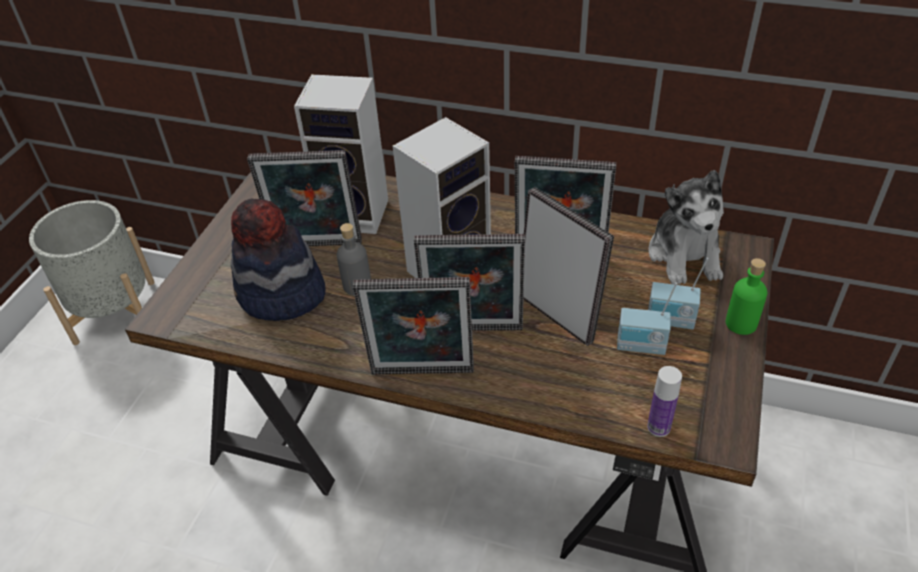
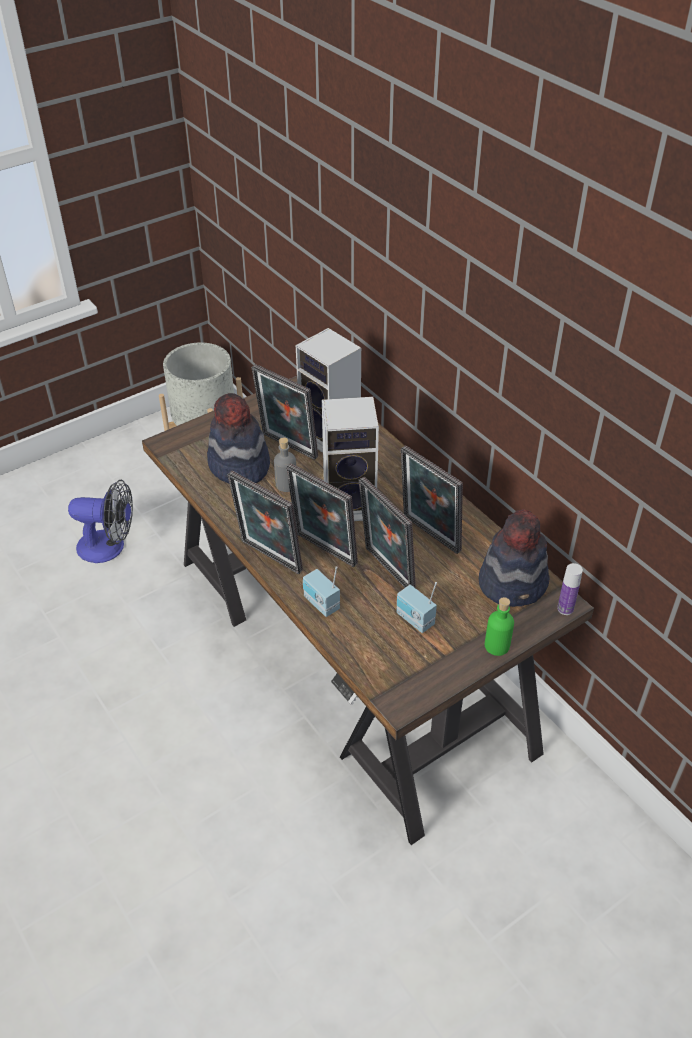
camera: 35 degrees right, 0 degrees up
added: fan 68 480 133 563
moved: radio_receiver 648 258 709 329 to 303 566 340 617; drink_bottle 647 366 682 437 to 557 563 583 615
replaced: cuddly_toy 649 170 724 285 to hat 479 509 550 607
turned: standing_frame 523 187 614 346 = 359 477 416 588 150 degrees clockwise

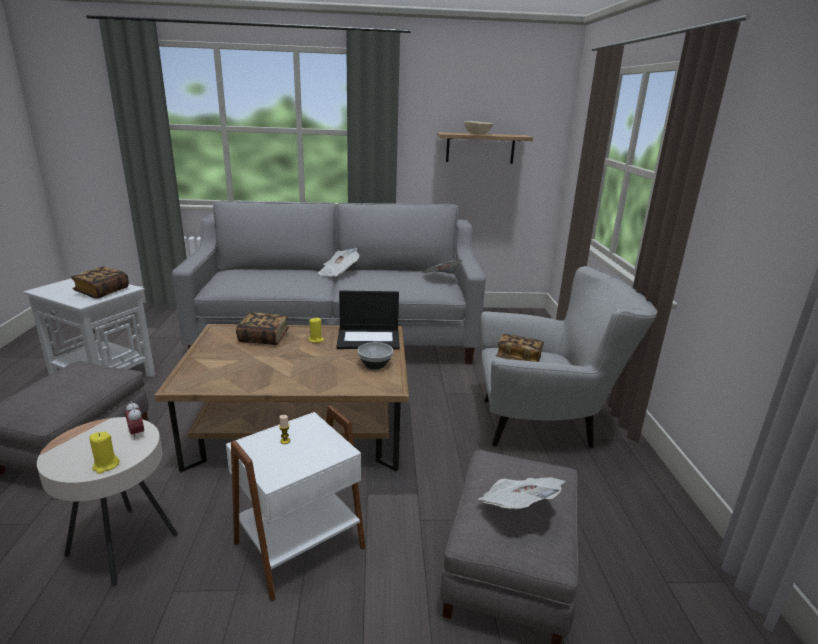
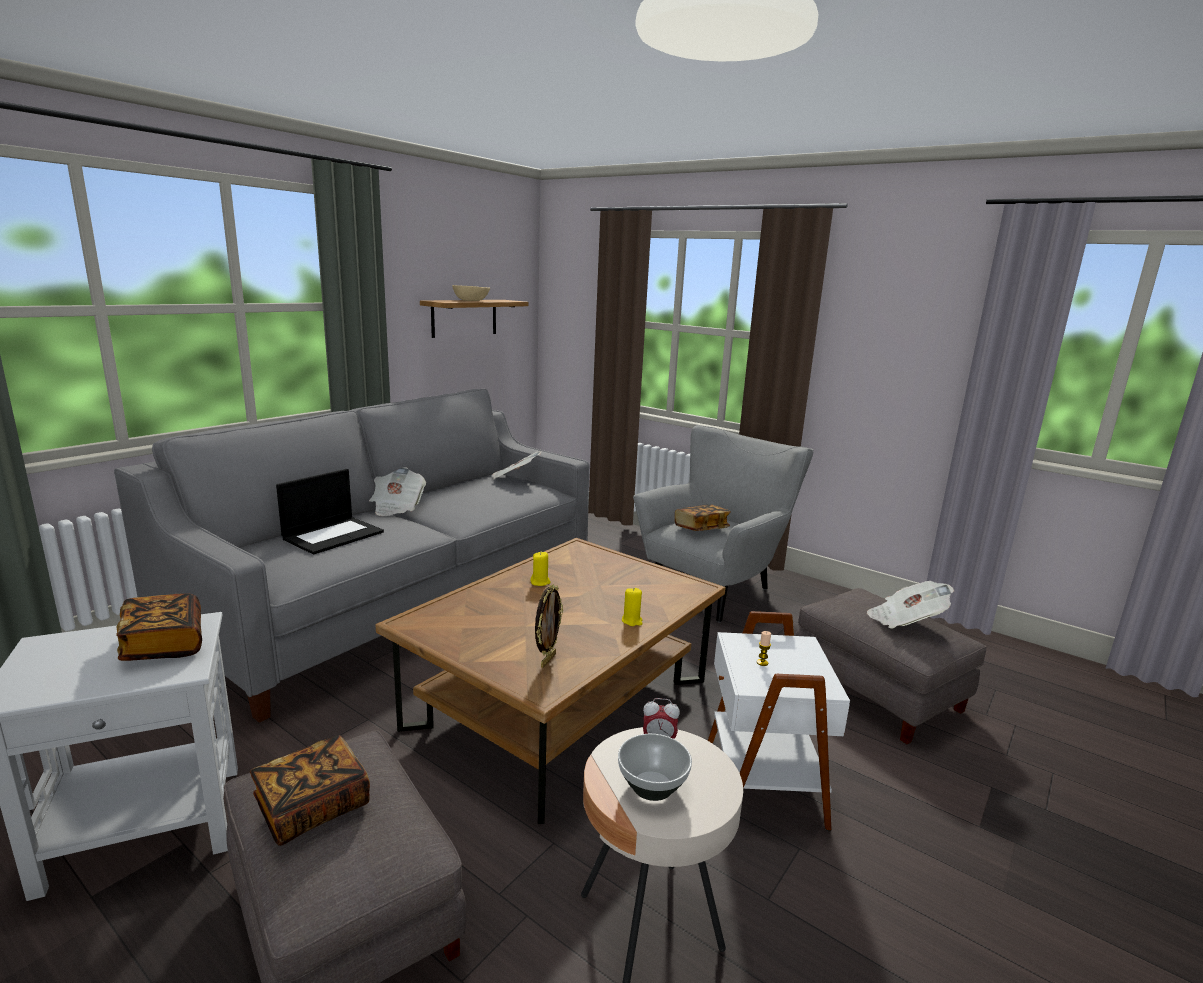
camera: 50 degrees left, 5 degrees down
added: standing_frame 535 584 563 668
moved: book 236 312 289 345 to 250 735 370 846; portable_computer 336 290 400 350 to 276 469 384 555; bowl 357 342 393 370 to 618 734 692 801; yellow-coloured_wax_candle 89 432 120 474 to 622 588 642 626

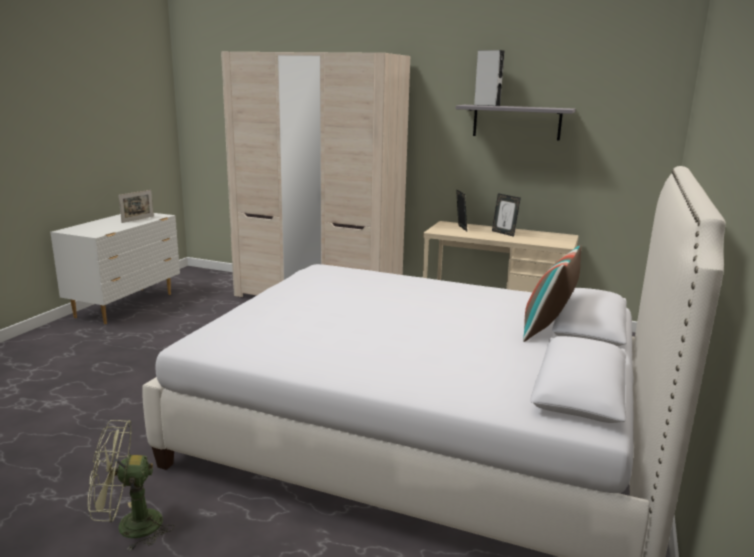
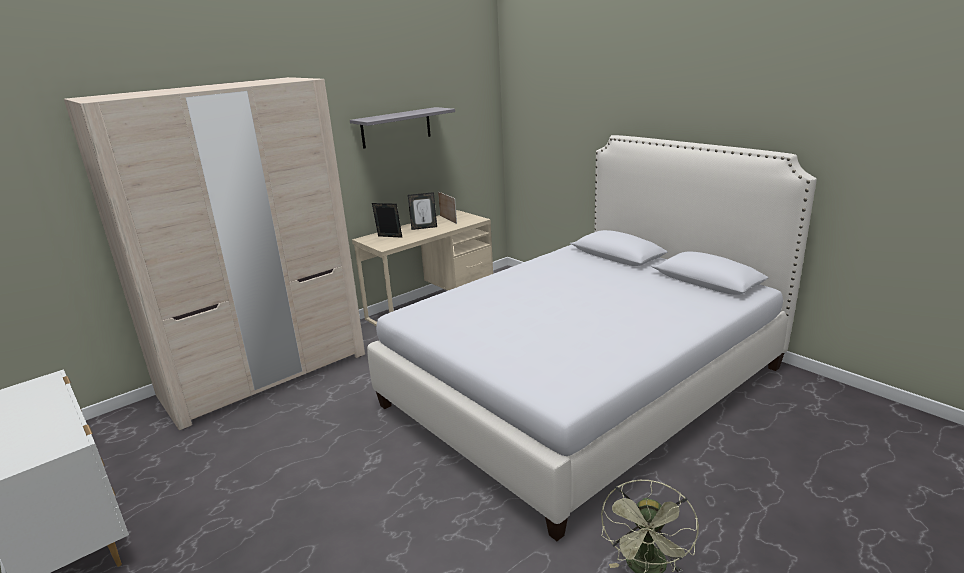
camera: 60 degrees left, 5 degrees up
removed: greyish_speaker 474 50 504 106; throw_pillow 523 245 582 342
moved: standing_frame 119 190 154 223 to 438 191 457 224

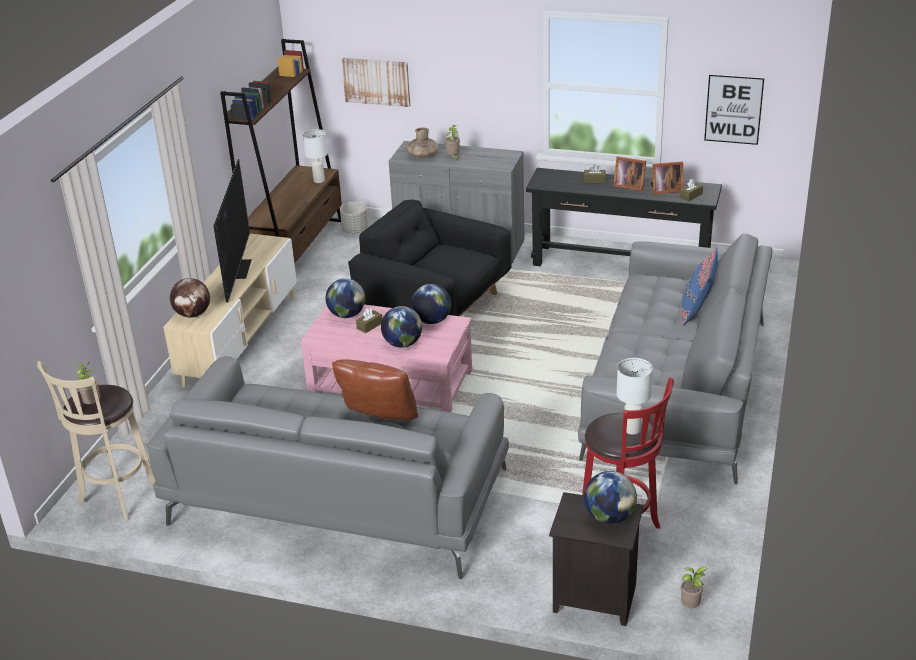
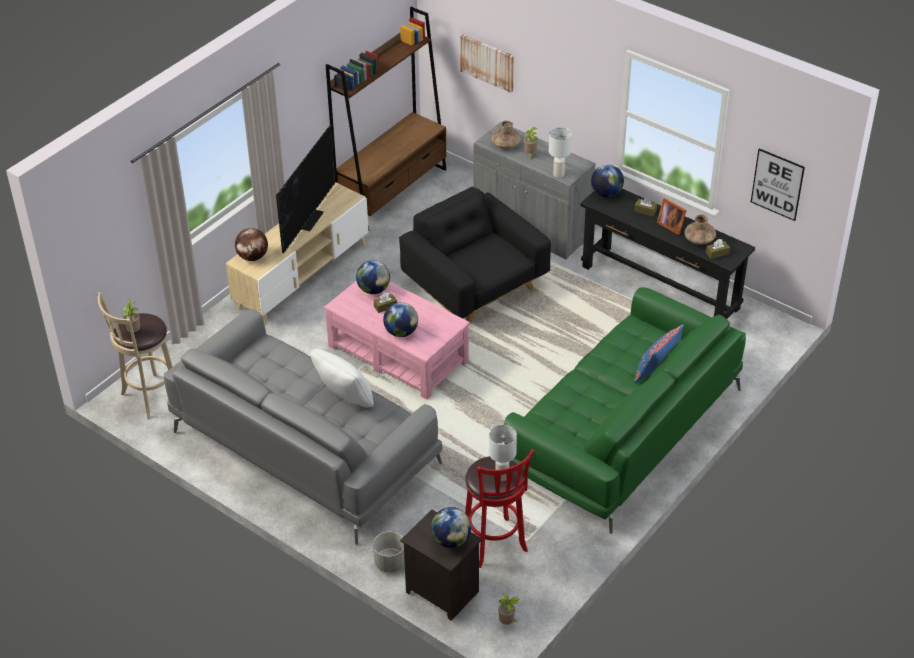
camera: 20 degrees right, 10 degrees up
moved: greyish_flower_pot 340 202 368 233 to 373 532 405 573; white-coloured_table_lamp 302 129 328 183 to 549 127 572 178; world_globe 411 284 451 324 to 591 164 624 197
replaced: standing_frame 651 161 683 194 to brown_vase 684 214 716 245
recoloured: brown_throw_pillow 332 360 418 420 to white-coloured_throw_pillow 311 349 373 408; greyish_settee 578 233 772 484 to green-coloured_settee 504 287 746 534

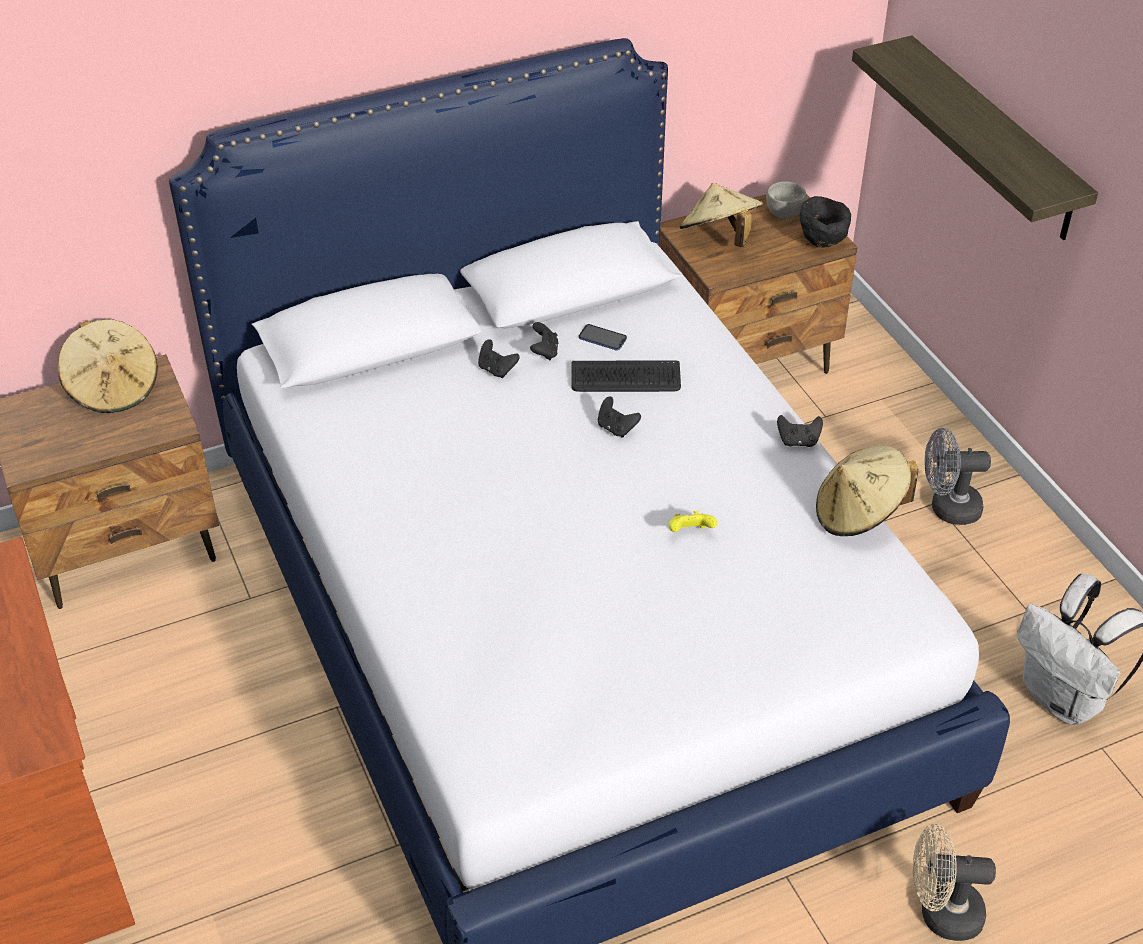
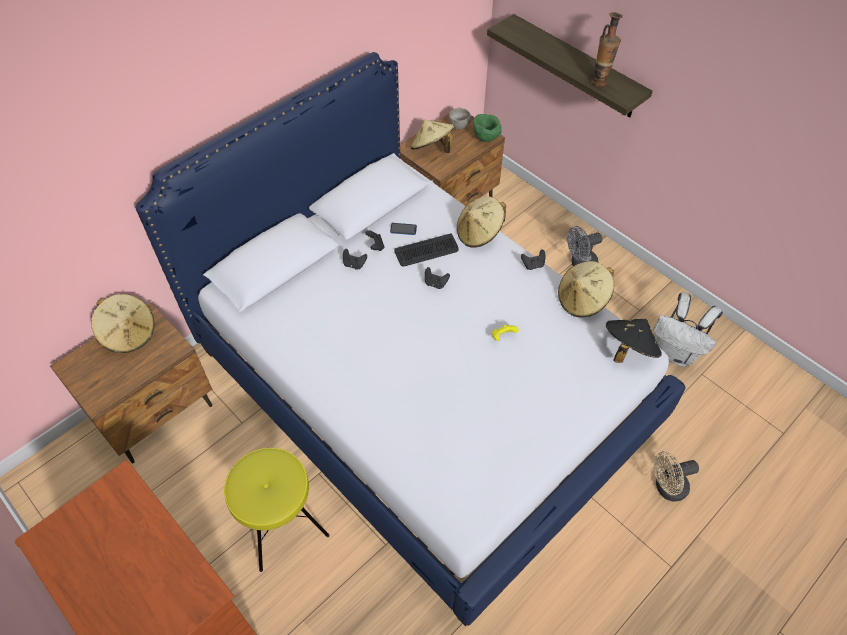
camera: 20 degrees left, 10 degrees up
added: yellow-coloured_stool 224 448 330 572; beige_hat 457 196 506 248; vase 592 12 623 86; black-coloured_hat 606 319 662 363
recoloured: black-coloured_bowl 800 196 851 248 to green-coloured_bowl 473 114 501 142

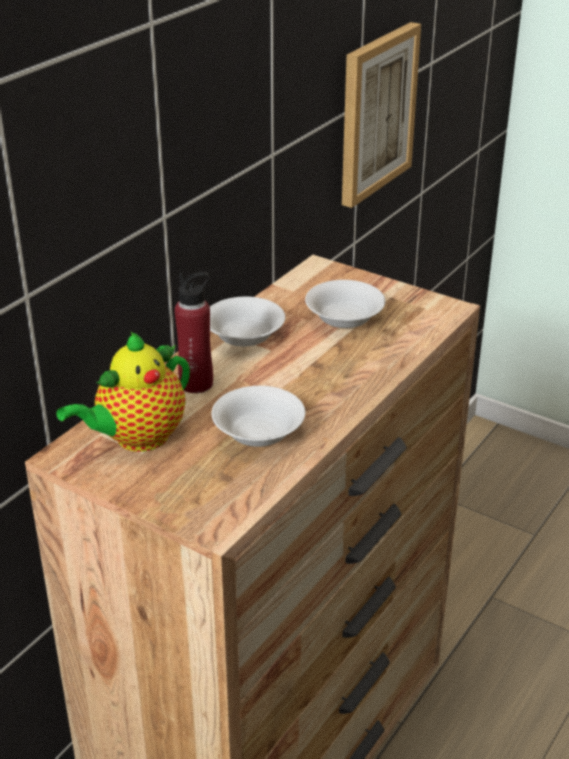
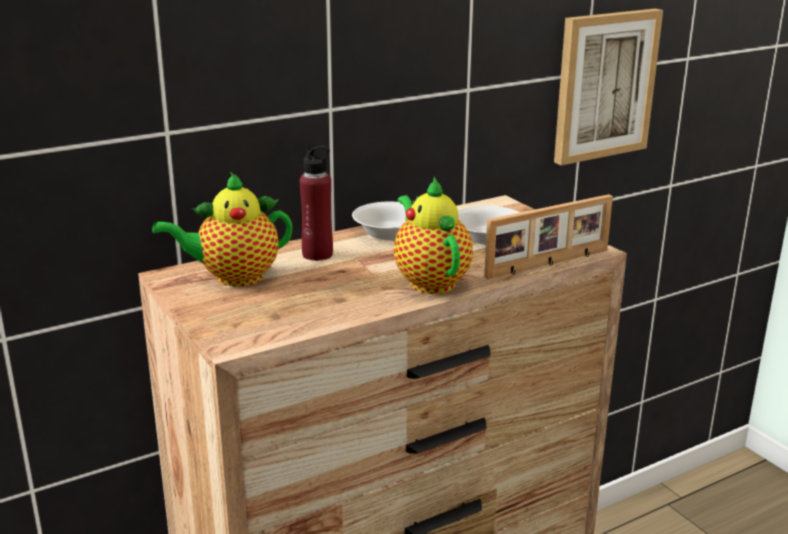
camera: 25 degrees right, 10 degrees down
removed: white-coloured_bowl 212 386 305 447
added: teapot 394 177 473 294; standing_frame 484 194 613 279

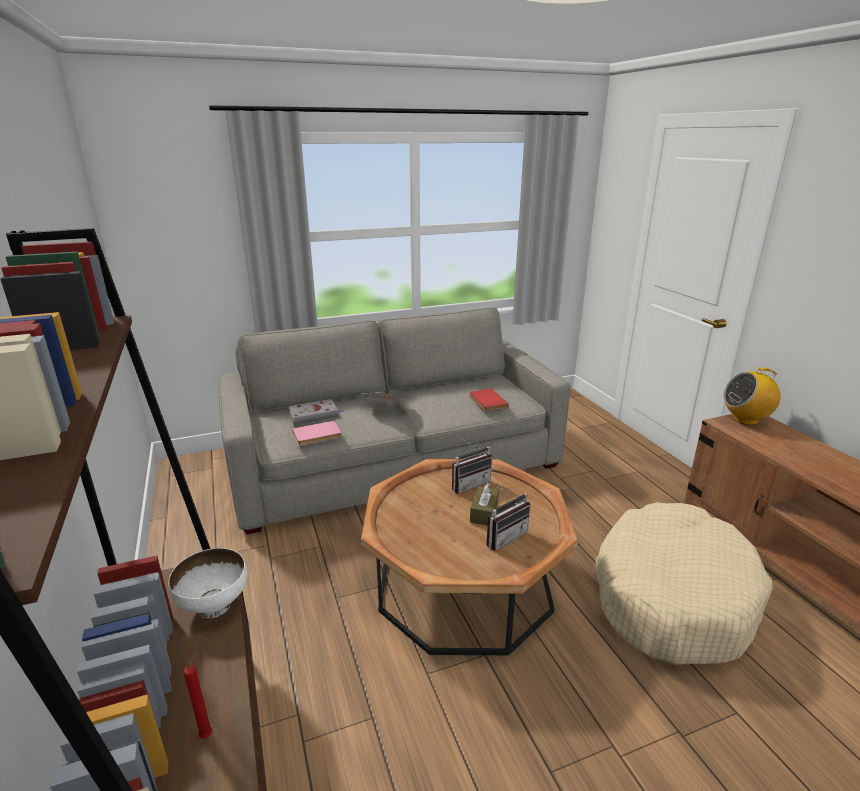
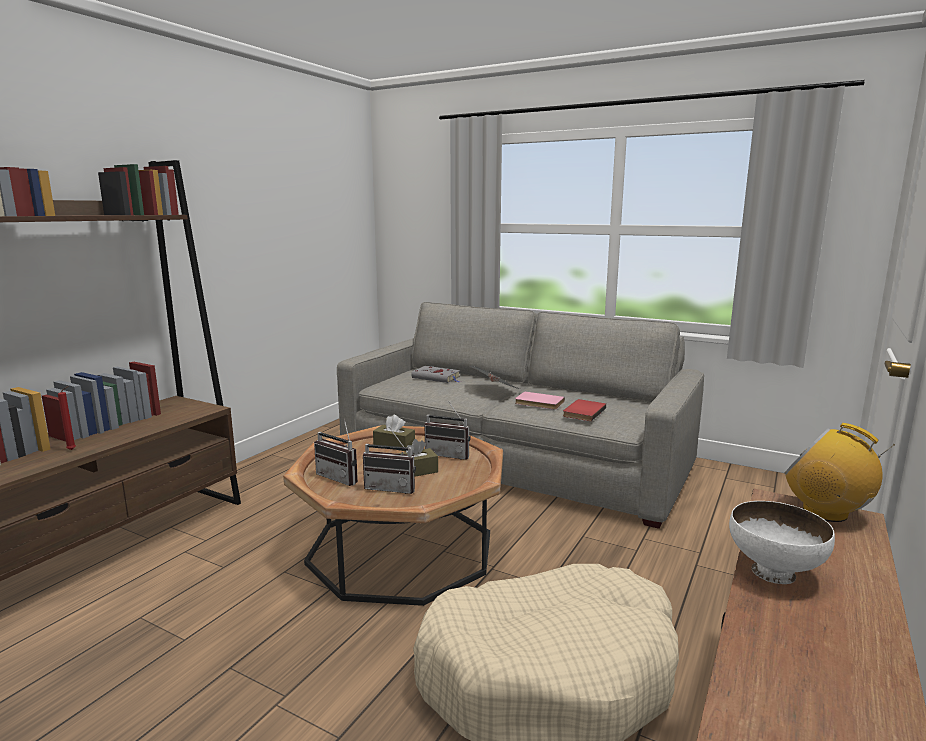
camera: 50 degrees right, 10 degrees down
added: radio_receiver 314 419 358 486; brown_box_of_tissues 373 415 415 451
moved: pinkish_book 292 421 342 446 to 515 391 565 410; white-coloured_bowl 168 548 247 618 to 729 501 835 584

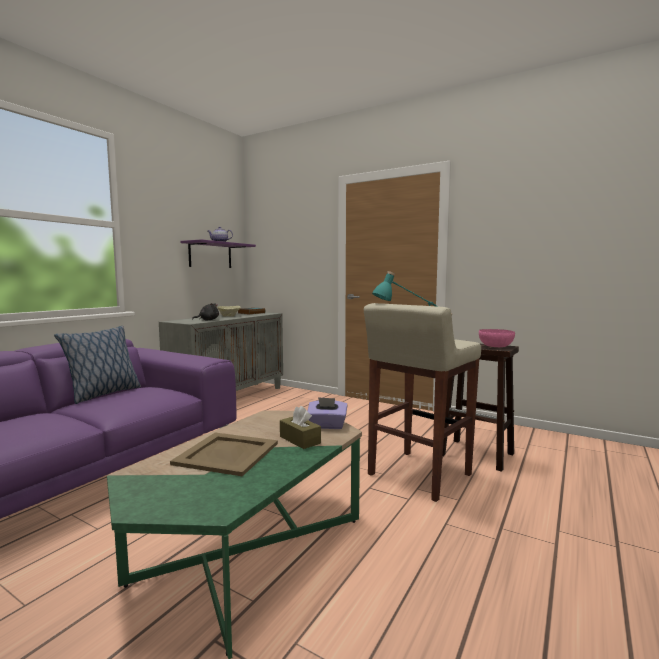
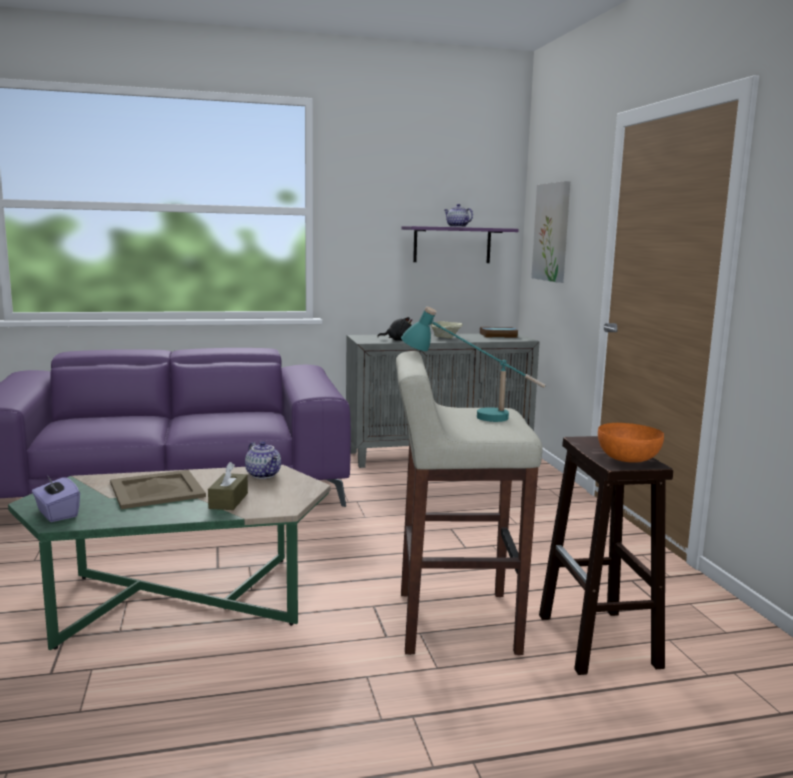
camera: 45 degrees right, 5 degrees up
removed: throw_pillow 54 326 141 404
added: teapot 245 441 281 479; wall_picture 531 181 570 283
moved: purple-coloured_box_of_tissues 307 397 347 429 to 32 475 80 522
recoloured: pinkish_bowl 479 329 515 347 to orange_bowl 598 423 664 463

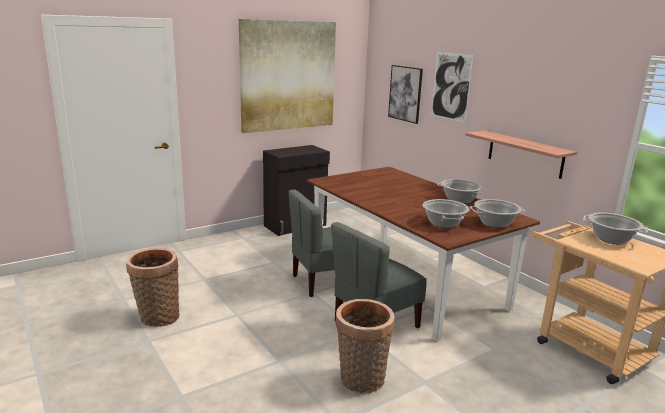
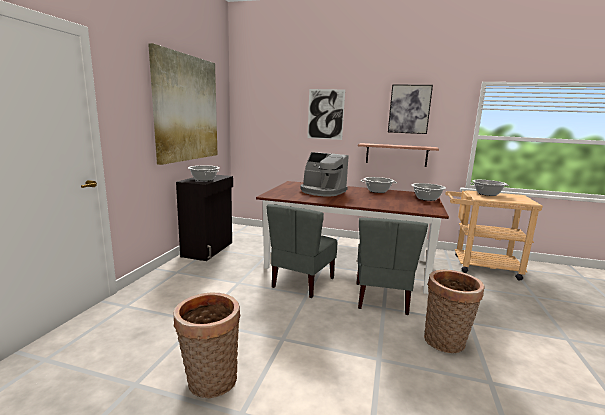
camera: 40 degrees left, 5 degrees down
added: coffee_brewer 301 152 349 197
moved: cooking_pot 422 199 470 228 to 188 166 220 181; wall_picture 388 65 423 124 to 388 84 433 134

